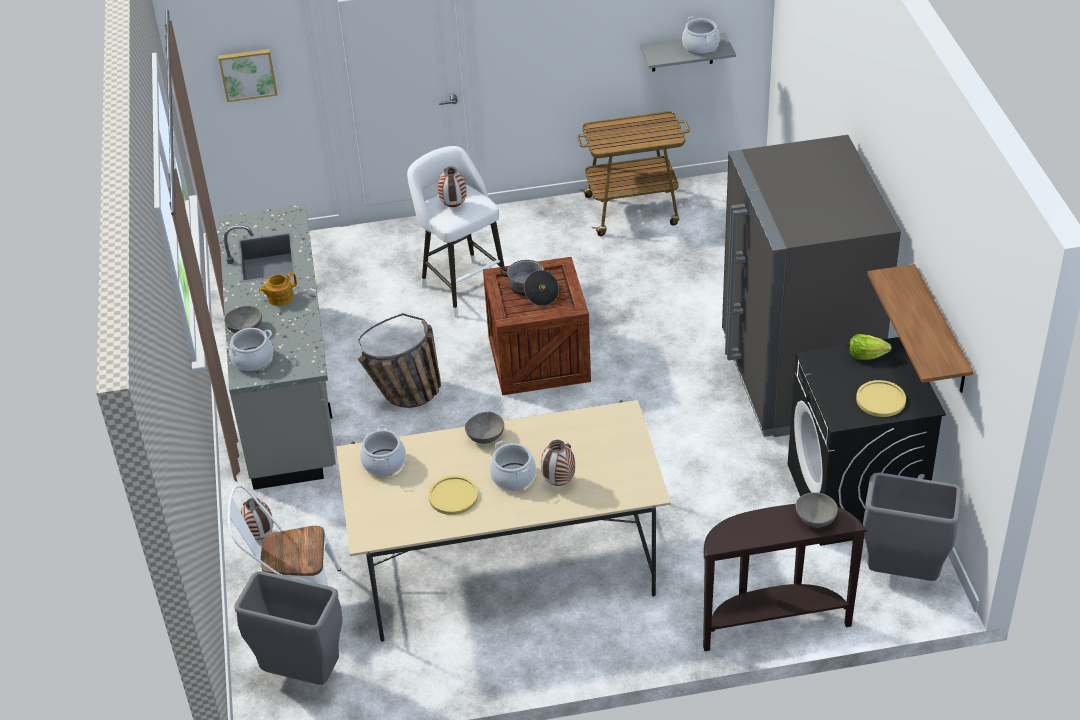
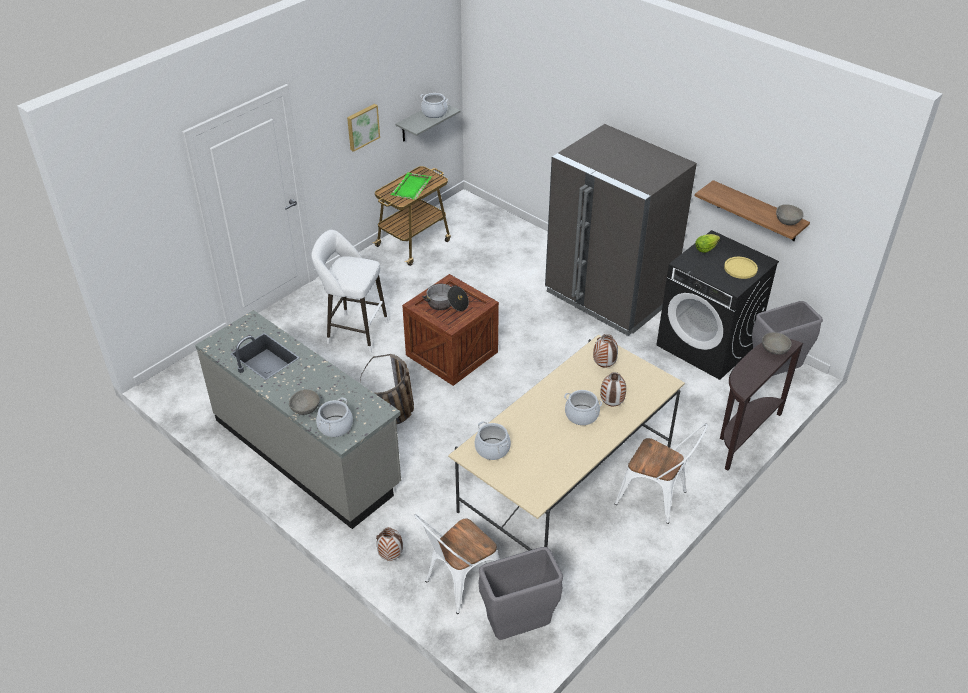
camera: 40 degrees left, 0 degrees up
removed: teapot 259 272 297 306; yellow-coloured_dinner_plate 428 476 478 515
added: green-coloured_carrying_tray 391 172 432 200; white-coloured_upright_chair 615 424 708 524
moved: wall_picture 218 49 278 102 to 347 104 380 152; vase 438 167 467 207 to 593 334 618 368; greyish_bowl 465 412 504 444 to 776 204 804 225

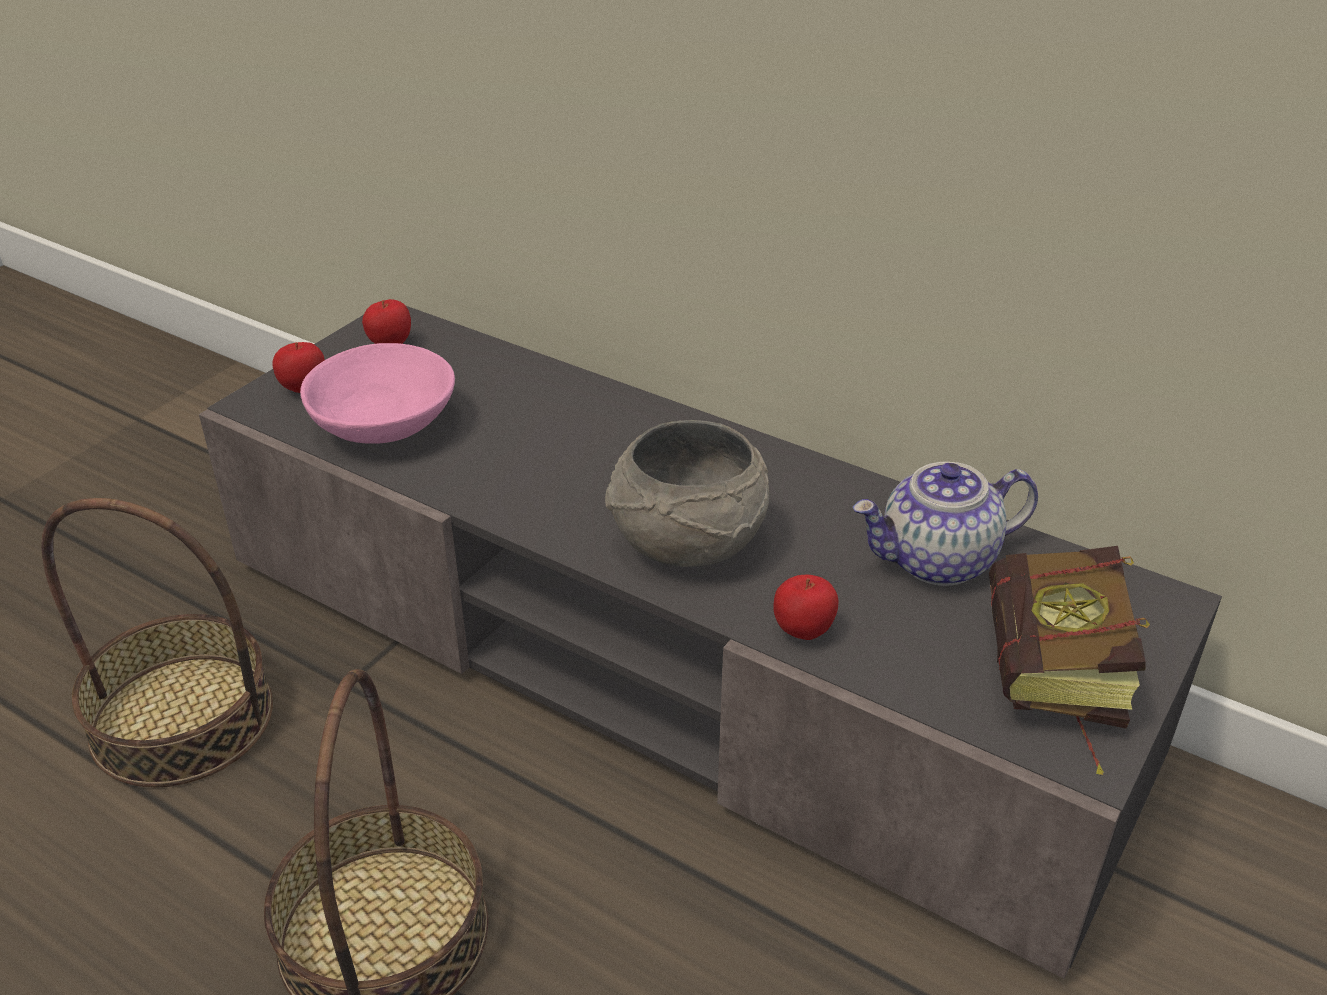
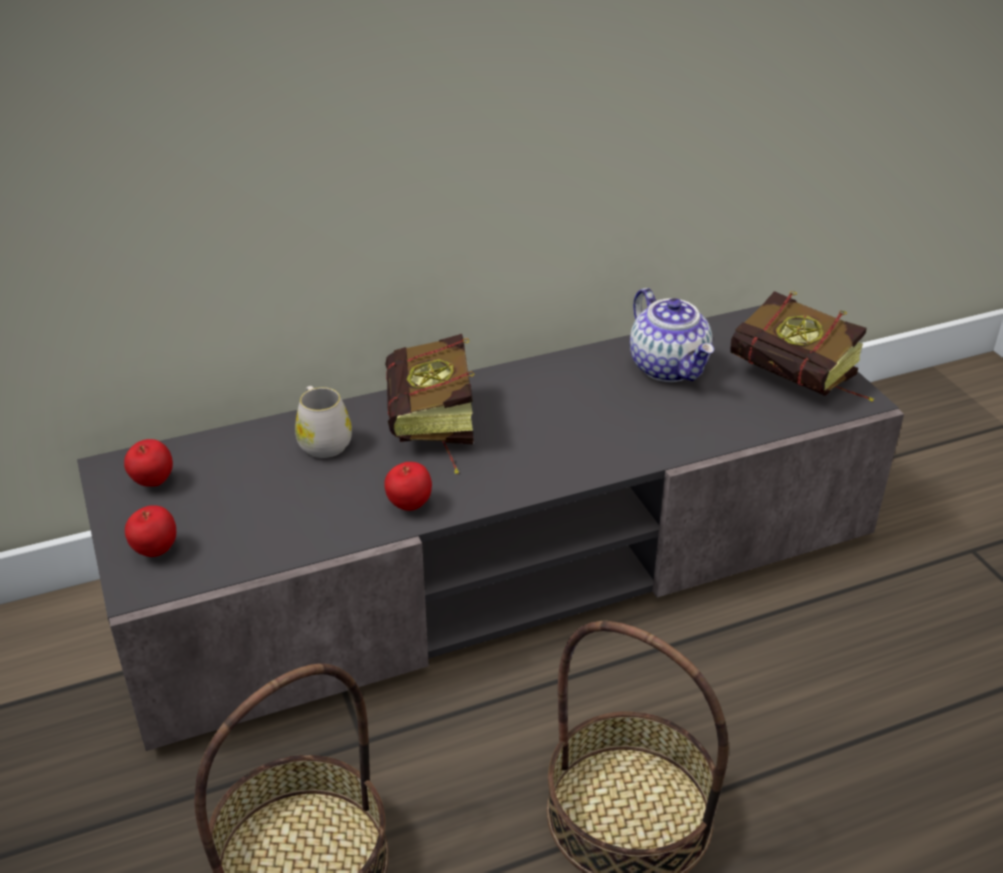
camera: 55 degrees left, 0 degrees up
removed: pinkish_bowl 300 343 455 444; greyish_bowl 605 420 769 567
added: white-coloured_mug 295 386 352 458; book 385 334 475 474
moved: apple_fruit 774 575 838 640 to 384 462 432 511
turned: teapot 853 462 1038 586 = 630 288 714 382 45 degrees counterclockwise

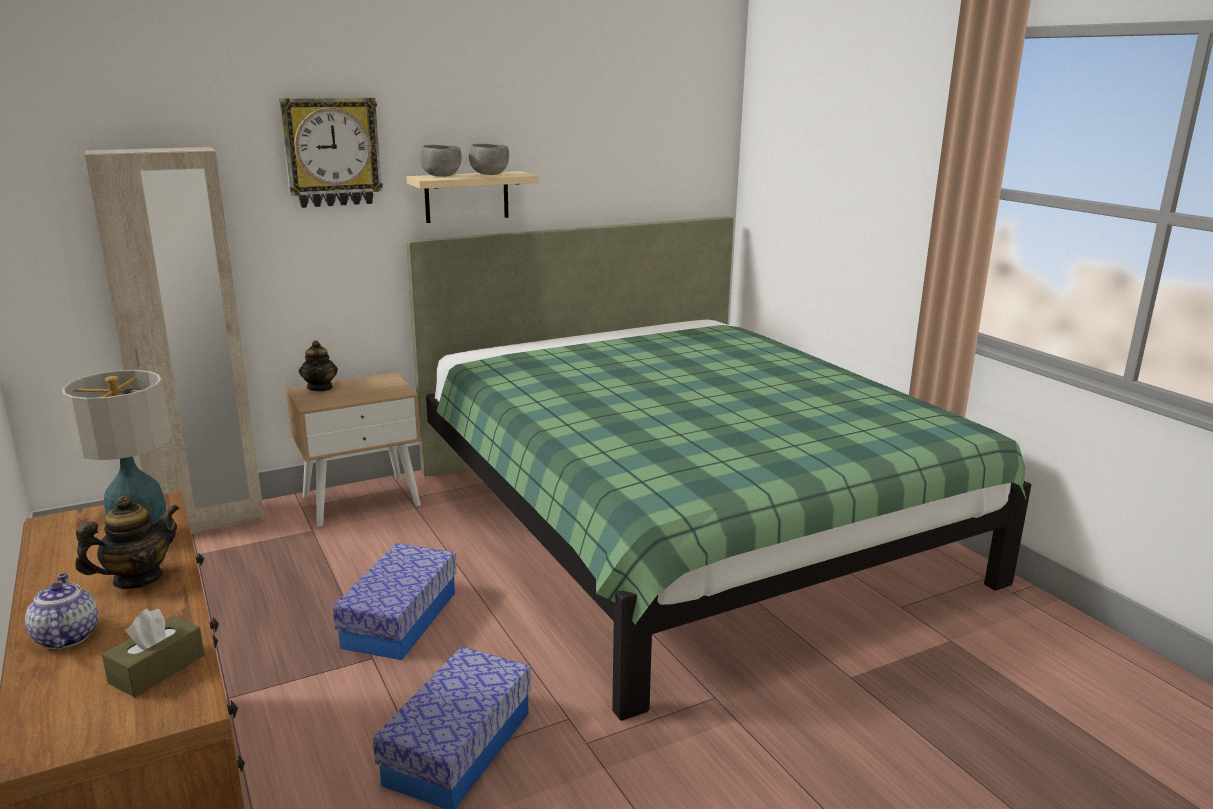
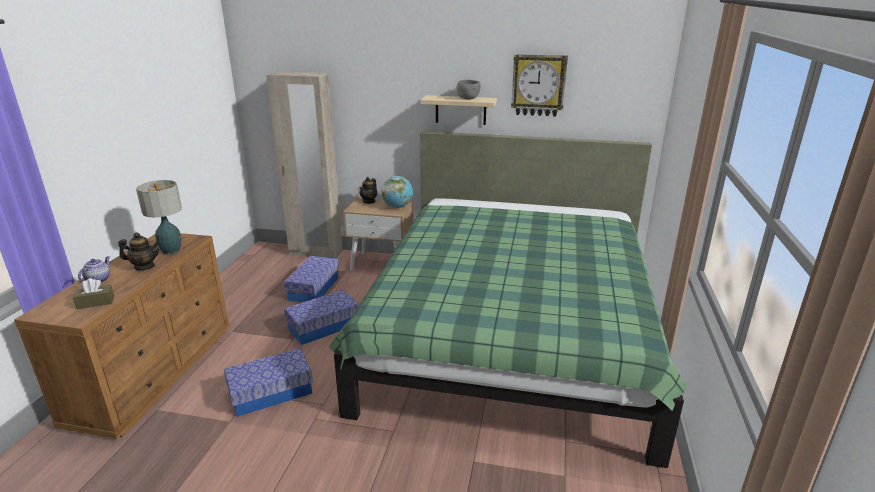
camera: 40 degrees right, 5 degrees up
removed: greyish_bowl 420 145 462 177
added: storage_box 284 256 339 302; world_globe 381 176 413 208
moved: wall_clock 279 98 383 208 to 511 54 568 117

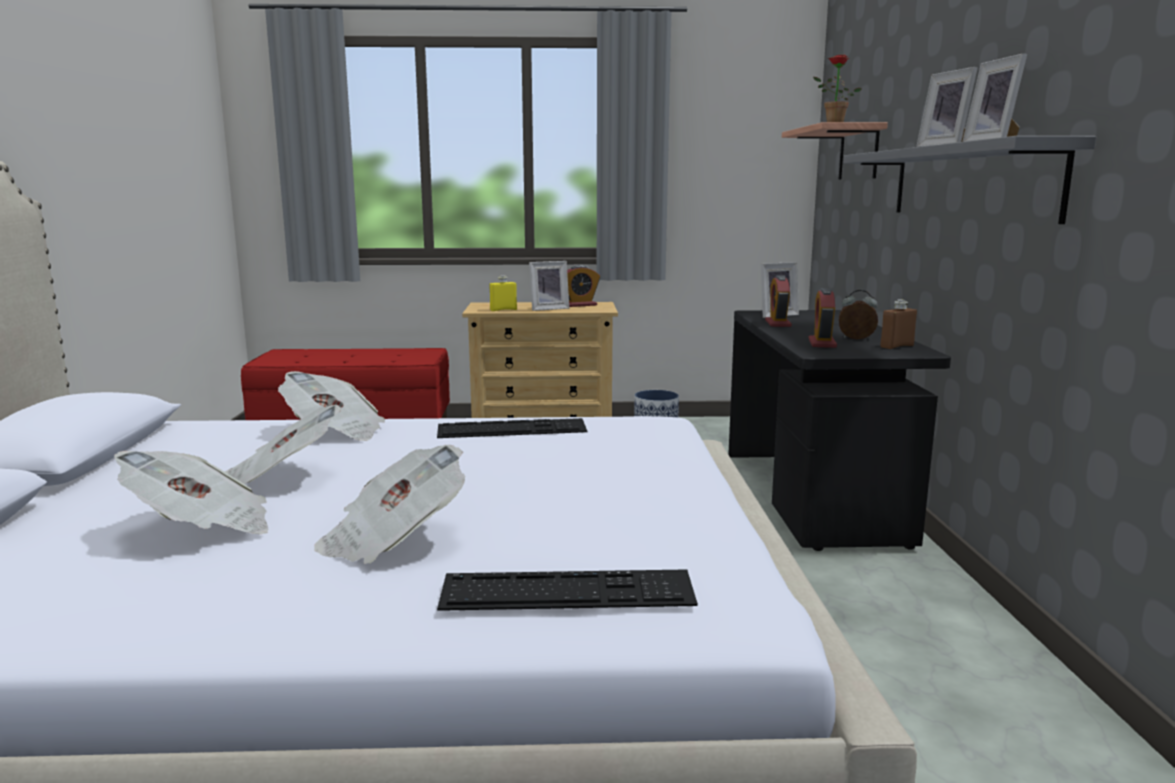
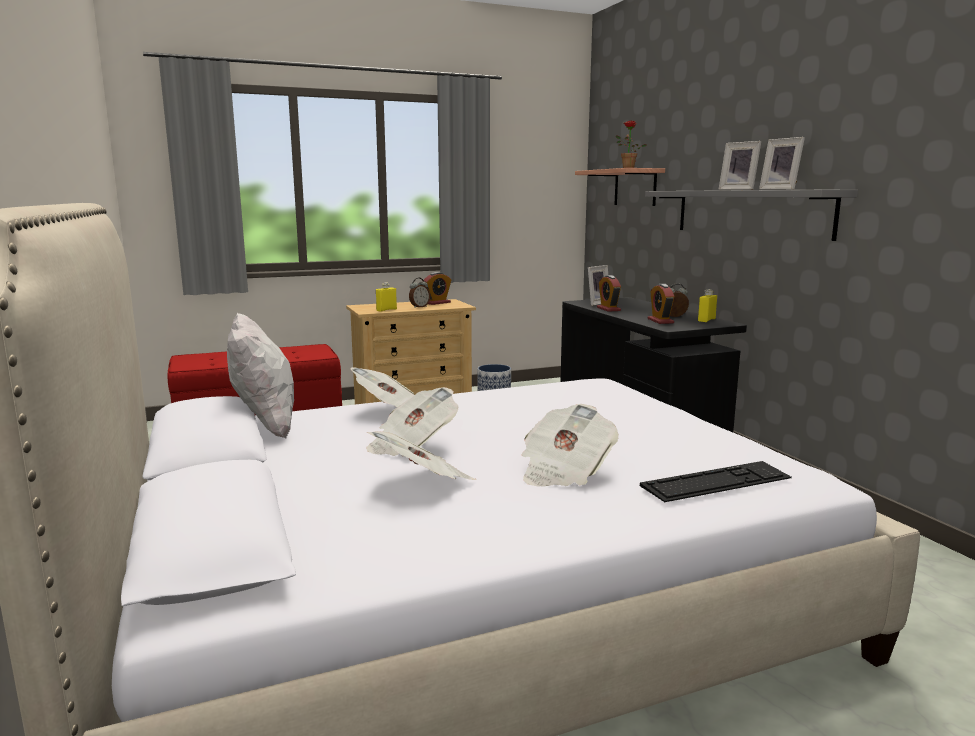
camera: 20 degrees left, 0 degrees up
removed: computer_keyboard 437 418 587 438
added: white-coloured_throw_pillow 227 313 294 439
replaced: standing_frame 529 261 569 311 to alarm_clock 409 278 430 308
recoloured: brown_drink_bottle 880 299 917 349 to yellow-coloured_drink_bottle 698 289 717 322

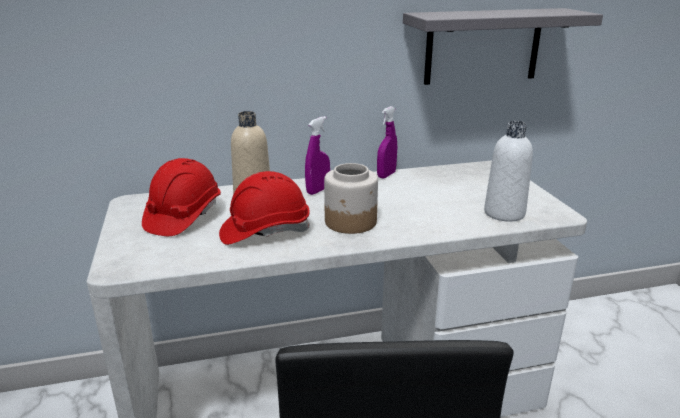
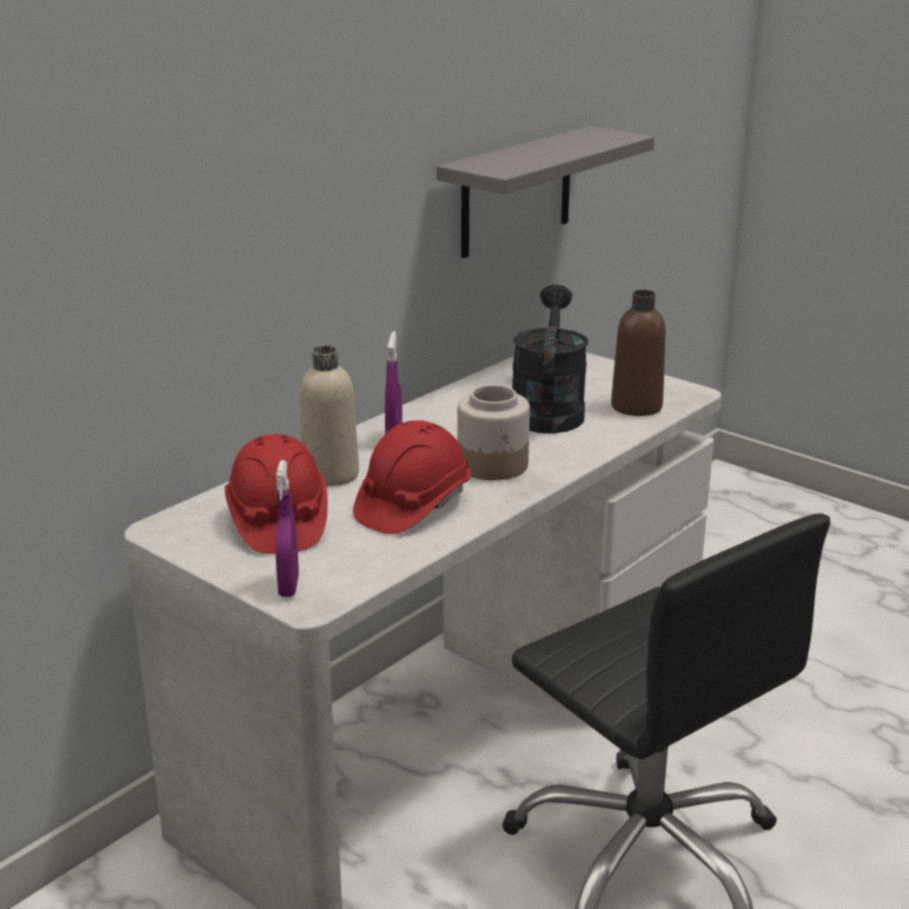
camera: 35 degrees left, 0 degrees up
added: black-coloured_watering_pot 512 284 588 434
moved: purple-coloured_spray_bottle 377 106 397 179 to 276 460 299 597
recoloured: white-coloured_drink_bottle 484 121 533 222 to brown_drink_bottle 611 290 666 416

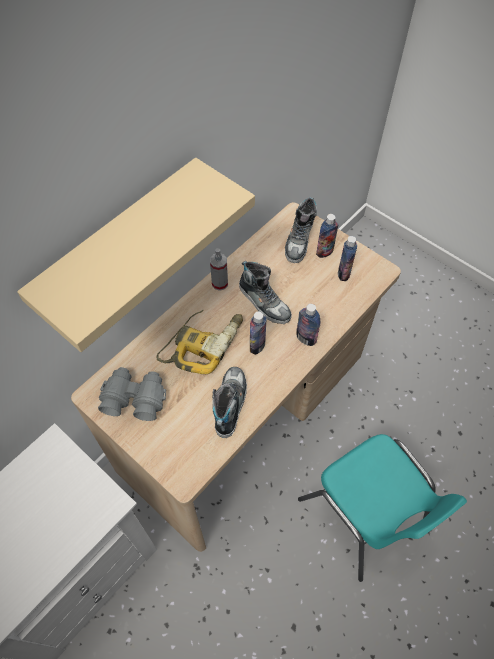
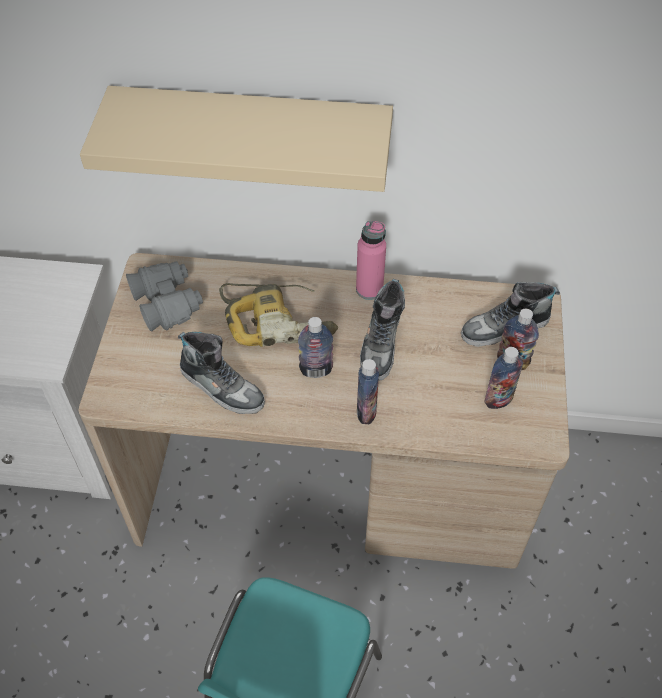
camera: 55 degrees right, 5 degrees down
replaced: spray_bottle 210 248 228 291 to pinkish_drink_bottle 356 221 386 300
turned: shoe 212 367 247 438 = 178 332 265 414 60 degrees clockwise

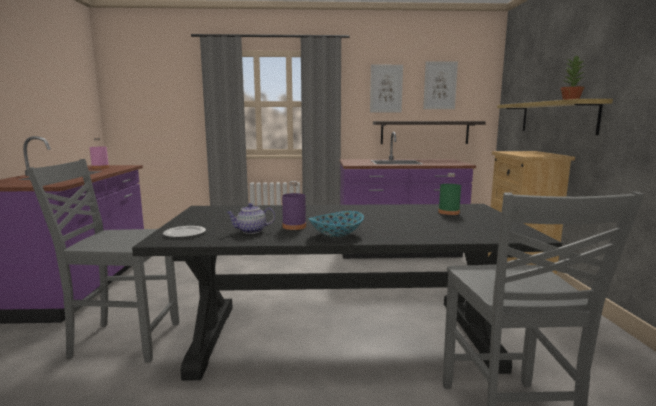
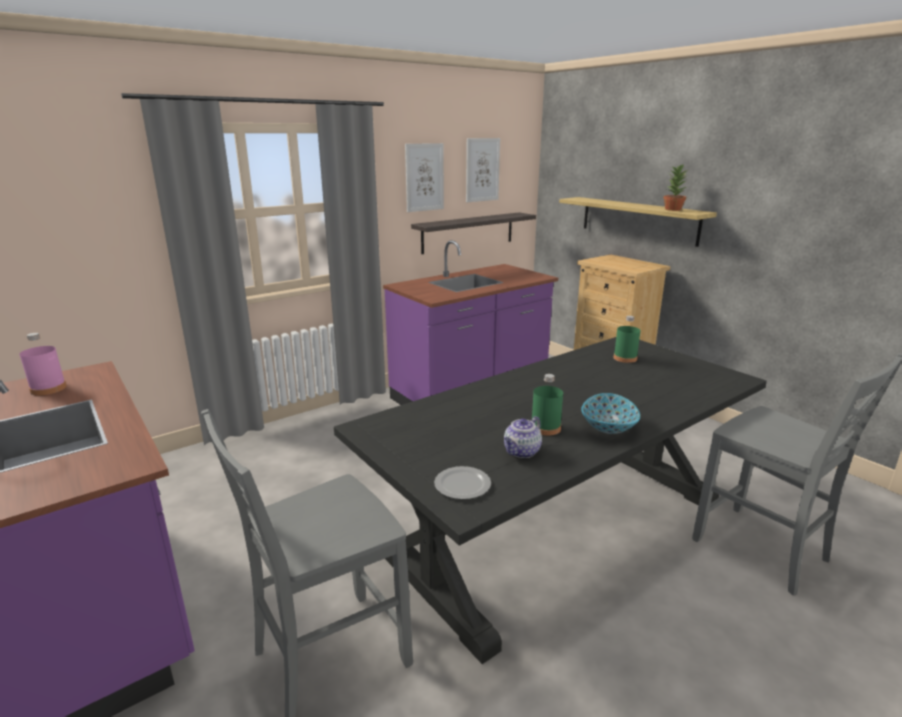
camera: 35 degrees left, 10 degrees up
recoloured: purple-coloured_drink_bottle 282 181 306 230 to green-coloured_drink_bottle 532 374 563 436

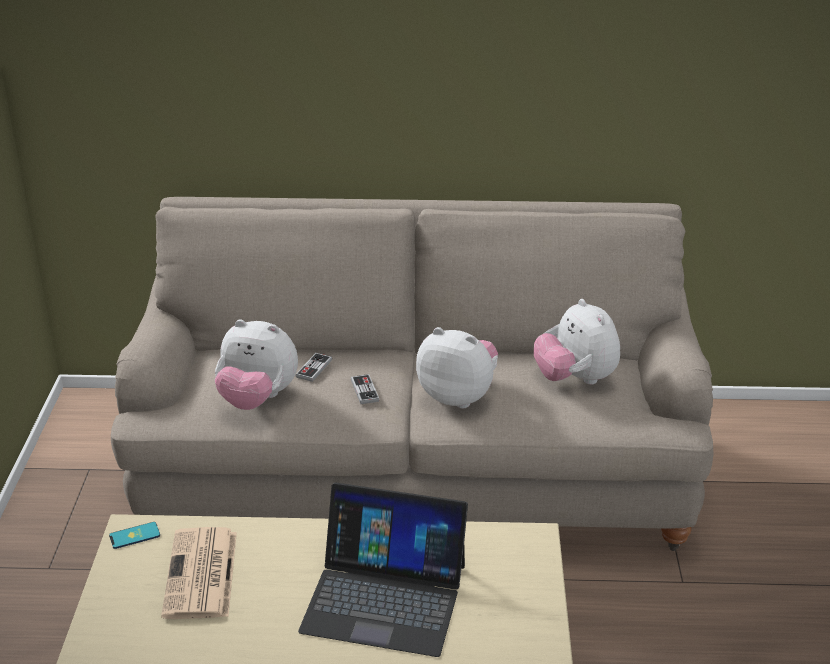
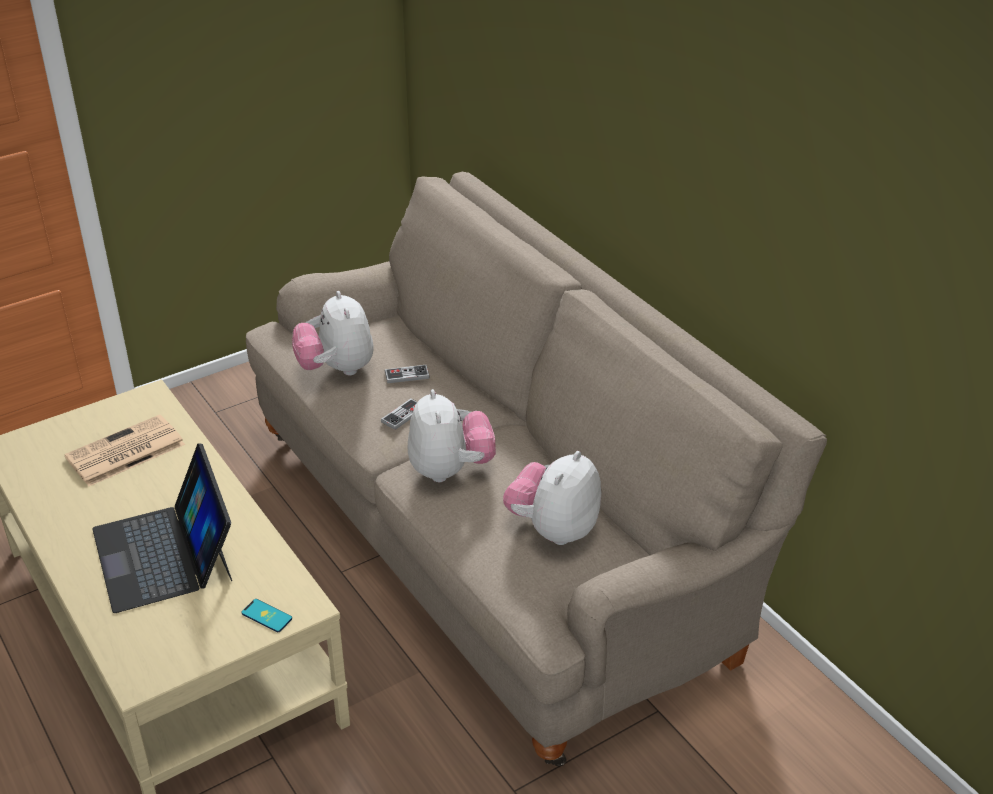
camera: 55 degrees right, 5 degrees up
moved: telephone 109 522 160 549 to 241 599 292 632

